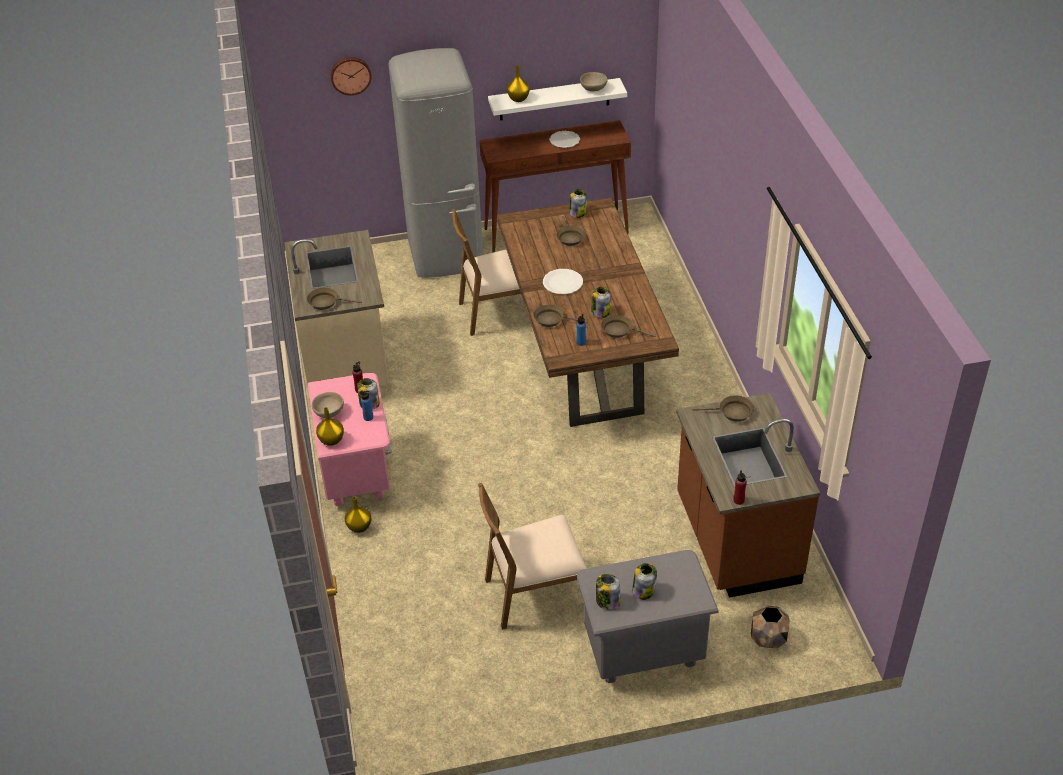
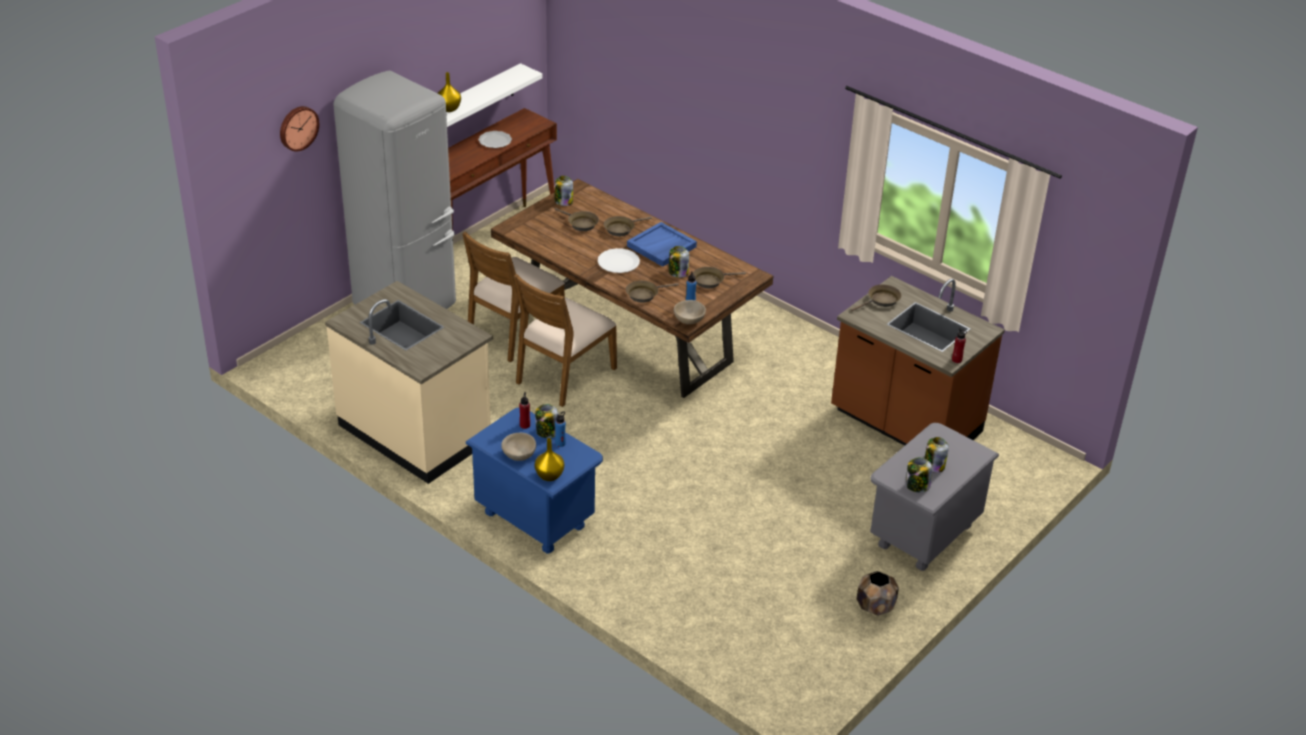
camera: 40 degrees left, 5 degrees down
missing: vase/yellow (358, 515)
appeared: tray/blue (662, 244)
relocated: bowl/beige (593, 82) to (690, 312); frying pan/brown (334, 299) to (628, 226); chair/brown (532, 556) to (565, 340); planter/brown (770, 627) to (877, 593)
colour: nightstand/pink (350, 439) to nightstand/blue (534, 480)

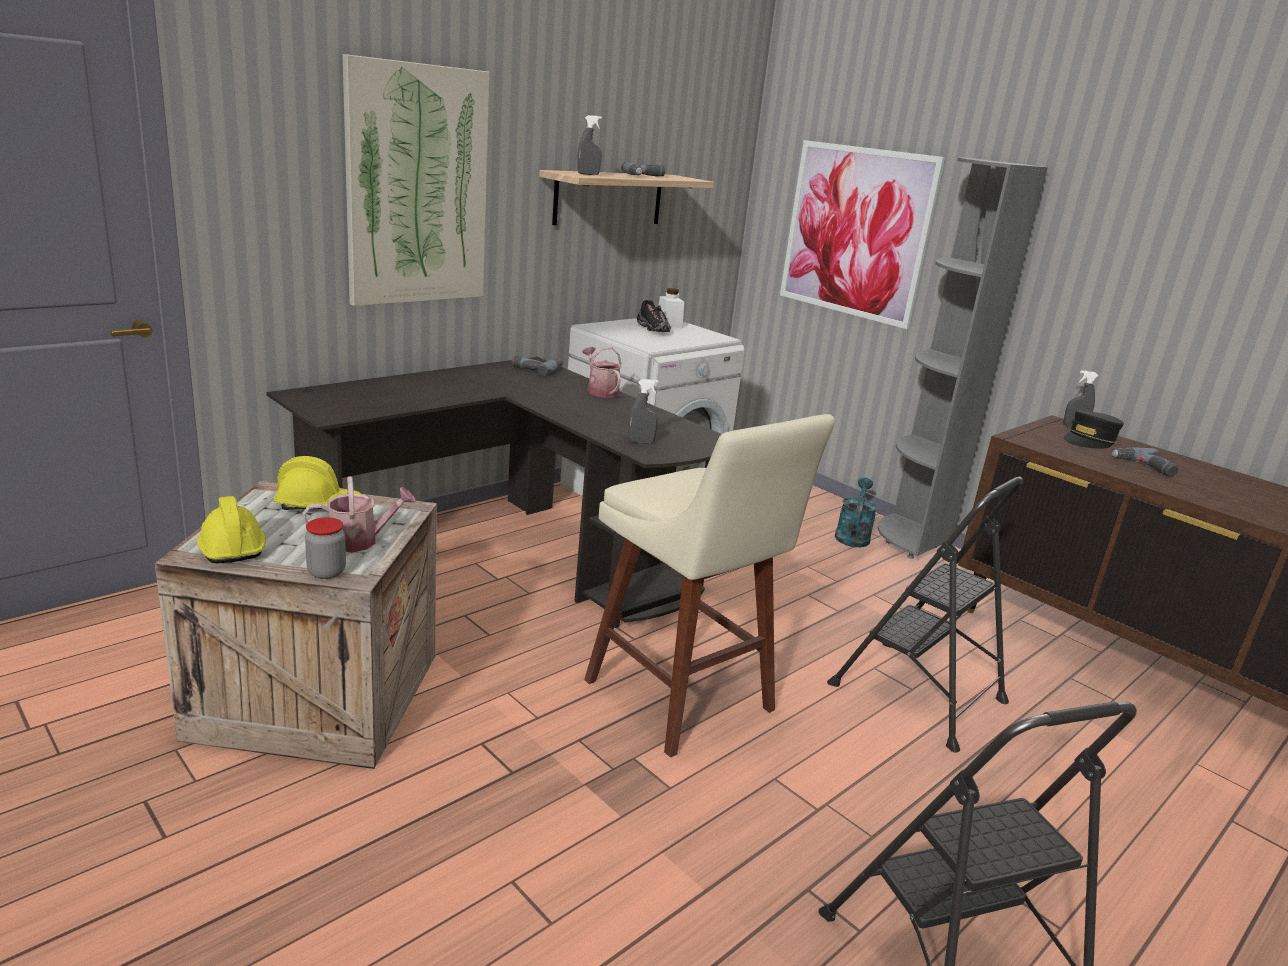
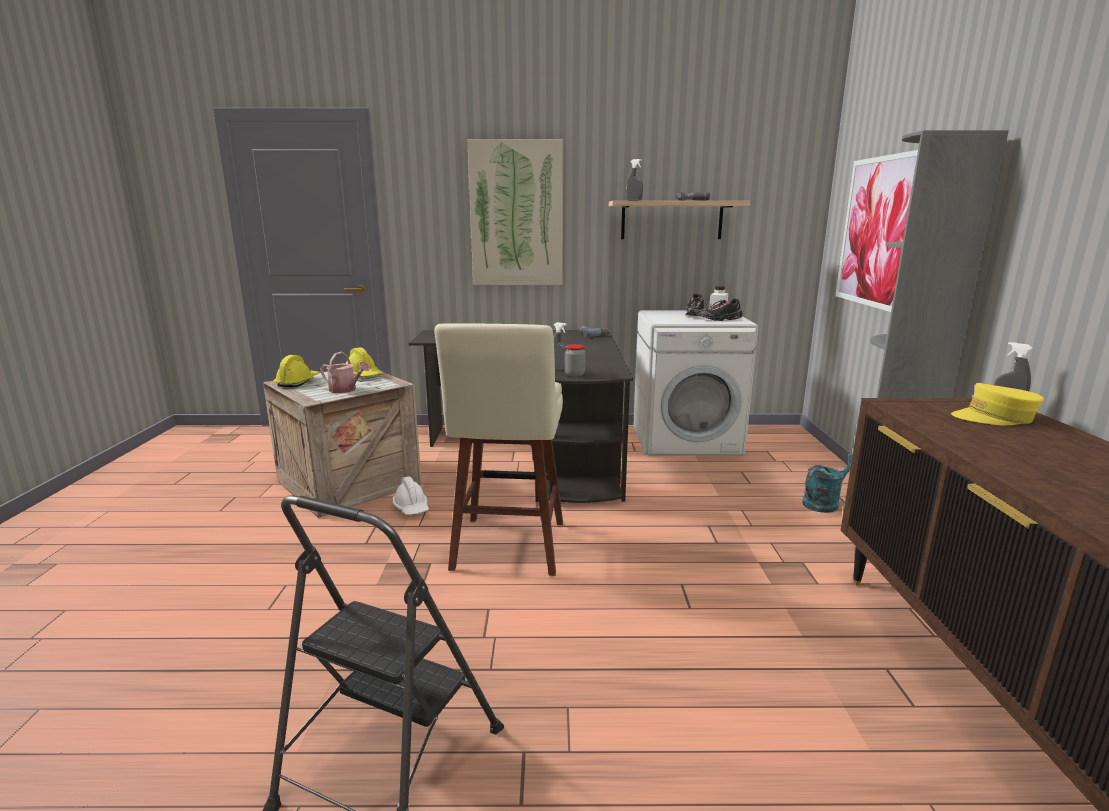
camera: 45 degrees right, 5 degrees down
missing: watering can (602, 372); power drill (1145, 462); step ladder/black (925, 615)
appeared: shoe/black (721, 310); hard hat/white (410, 495)
relocated: jar (325, 548) to (575, 360)
colour: cap/black (1094, 430) to cap/yellow (997, 404)

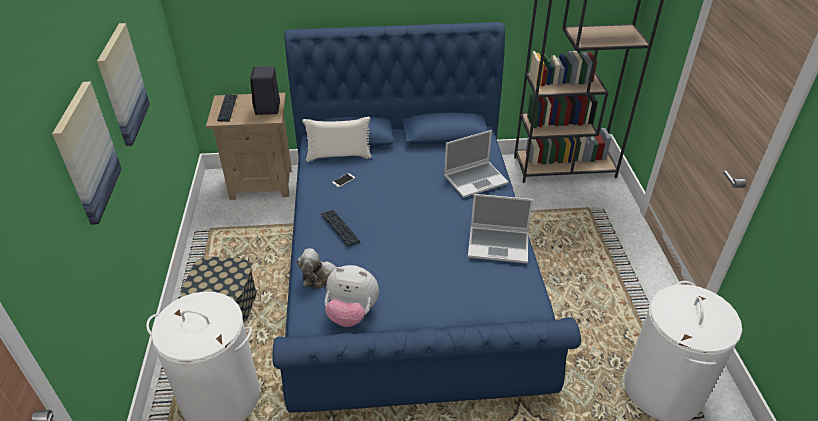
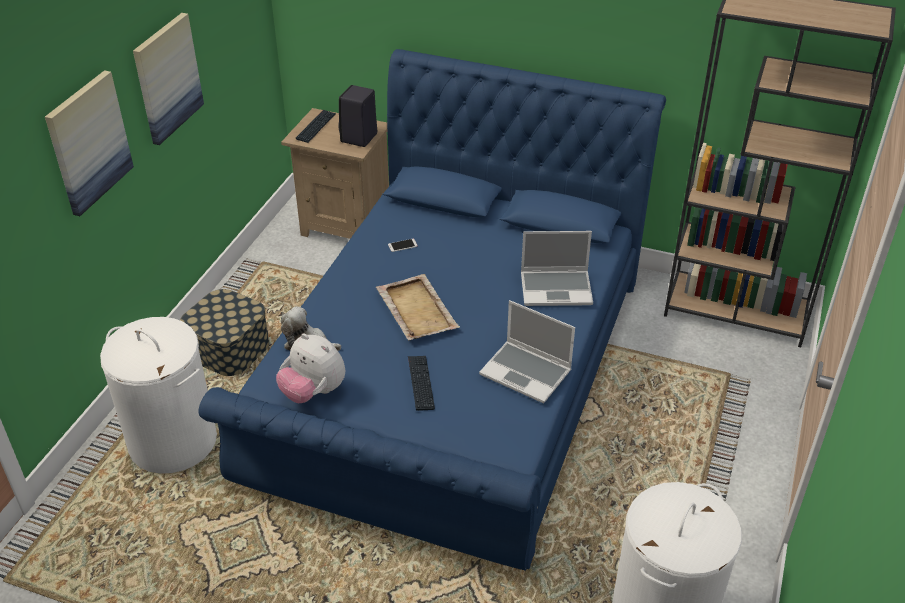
camera: 25 degrees right, 0 degrees up
missing: pillow/white (336, 139)
appeared: tray/beige (418, 307)
relocated: keyboard (340, 228) to (421, 383)

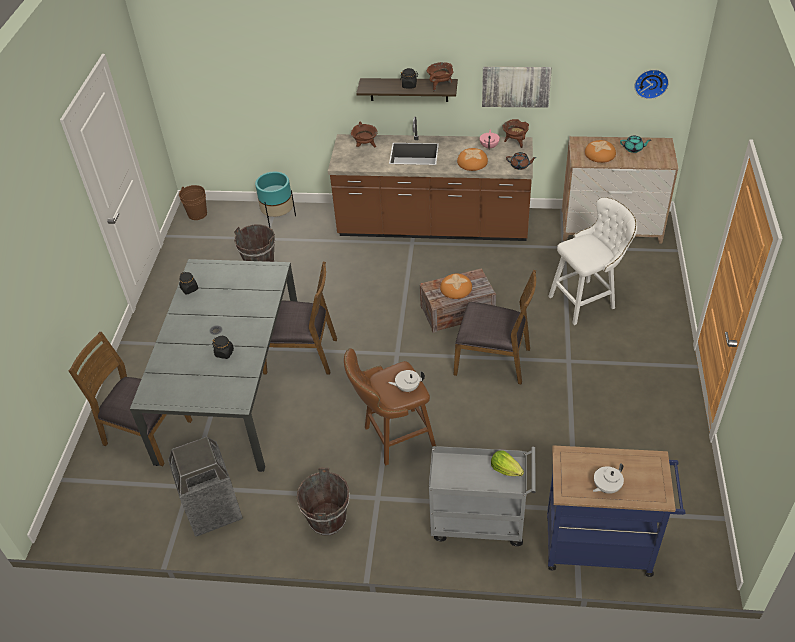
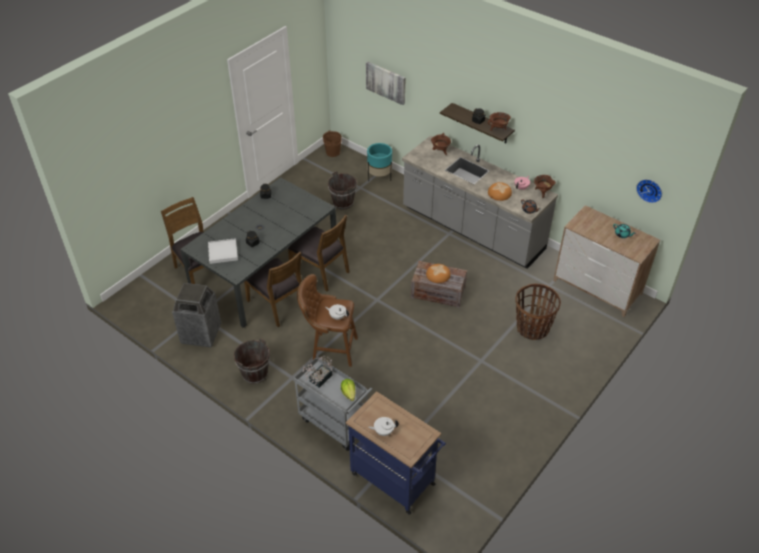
camera: 30 degrees right, 0 degrees up
missing: bread (600, 151)
appeared: tray/white (223, 251); potted plant (317, 372)
relocated: picture (517, 87) to (386, 83); chair/brown (494, 327) to (273, 289)
exchanged: stool/white (592, 261) to basket (538, 312)
colour: counter/brown (430, 179) to counter/grey (480, 202)

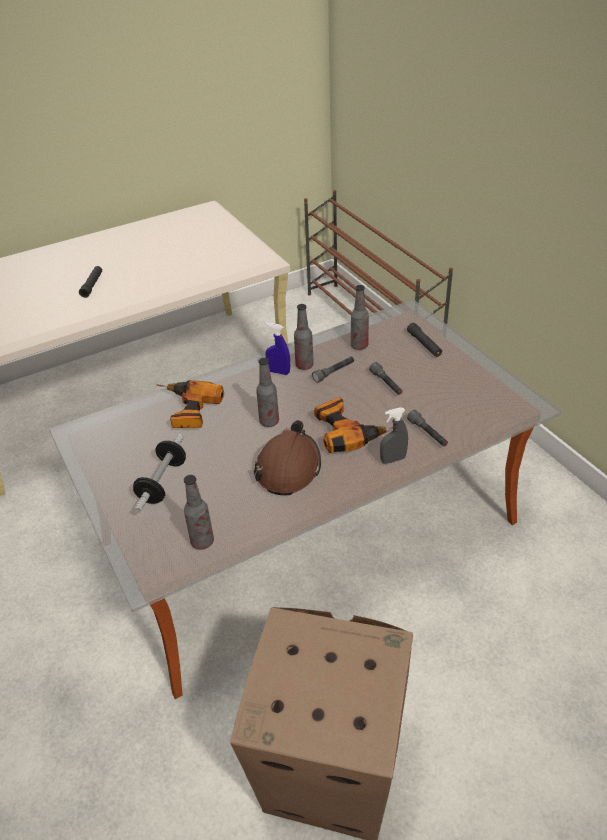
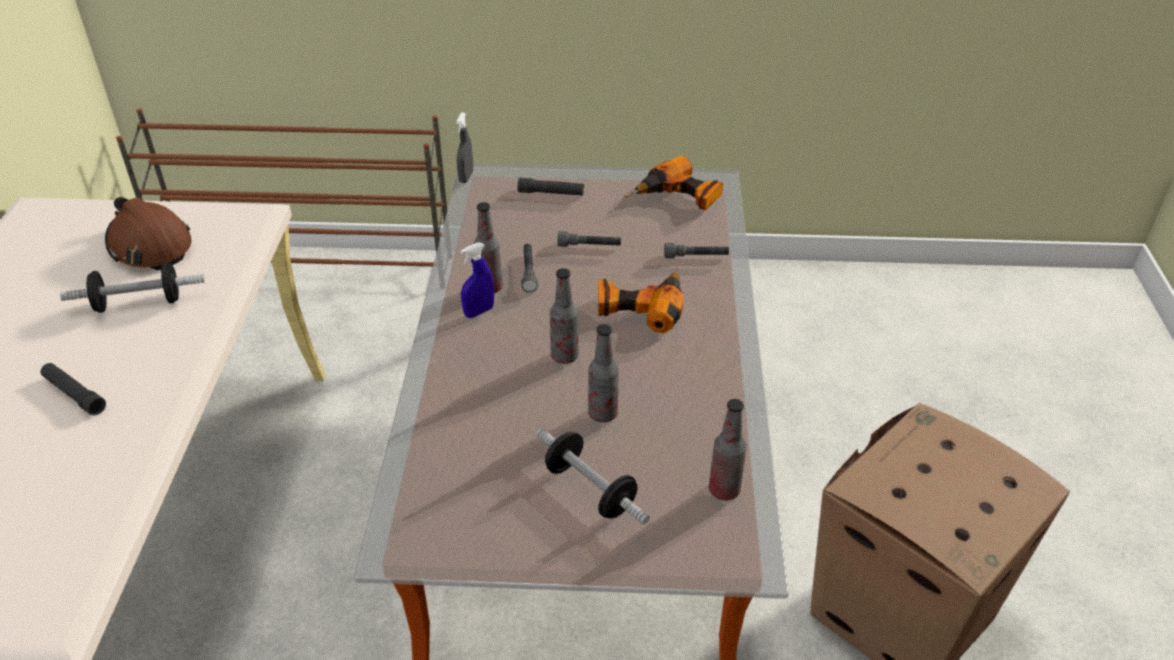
camera: 60 degrees left, 0 degrees up
appeared: dumbbell (132, 287)
relocated: bottle (360, 317) to (603, 373); power drill (190, 404) to (674, 182); spray bottle/grey (394, 435) to (464, 147); hard hat/brown (287, 457) to (148, 233)

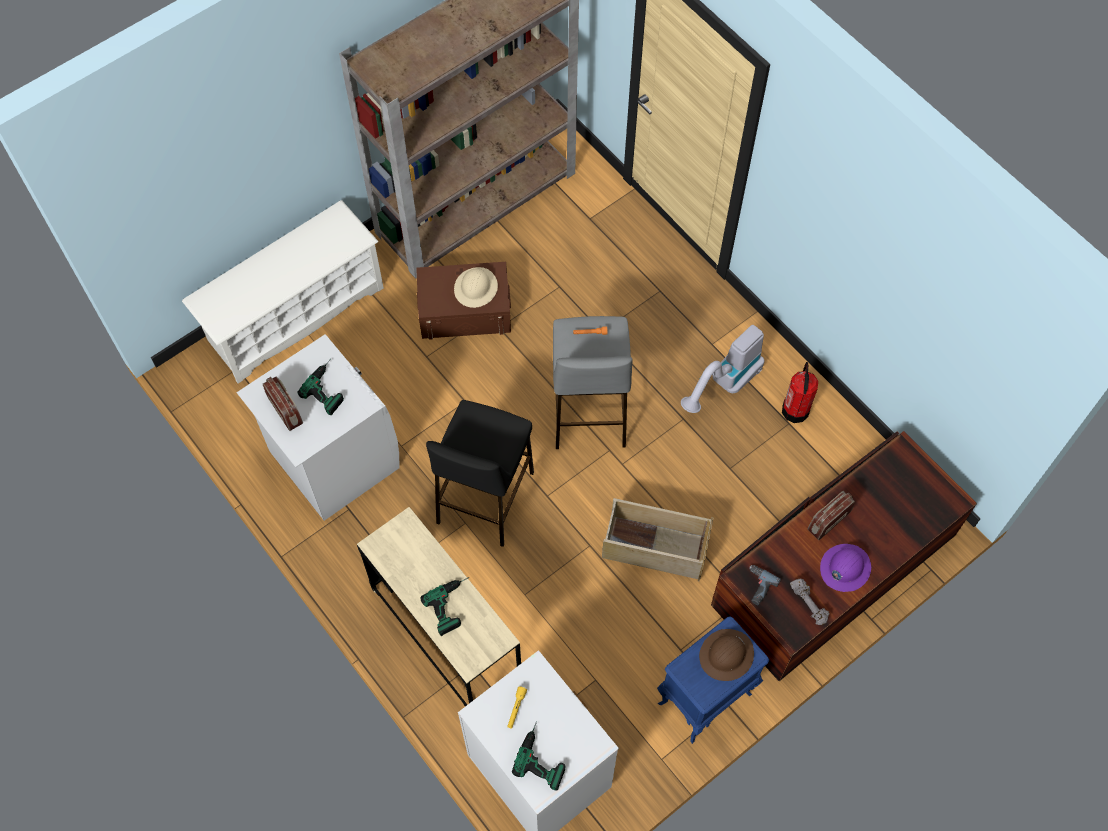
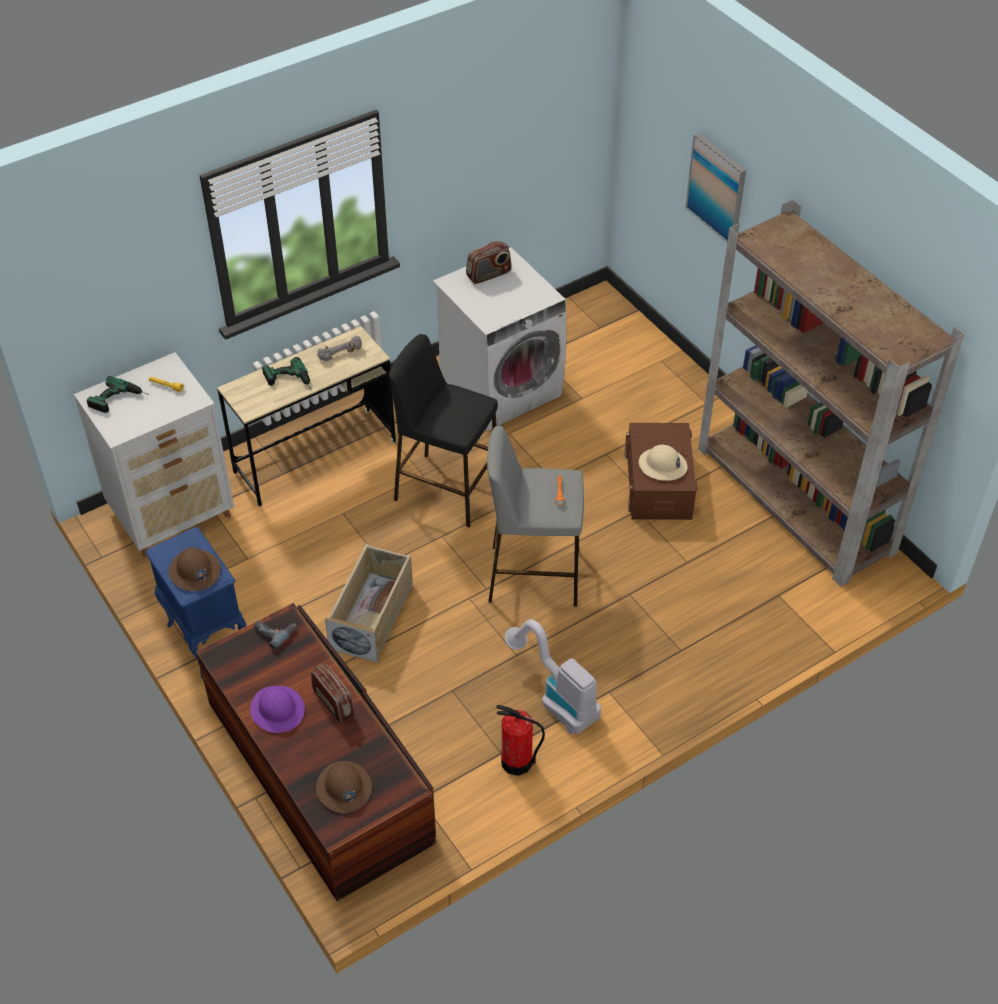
camera: 95 degrees right, 15 degrees down
missing: shoe rack/white (283, 291); power drill (320, 387)
appeared: picture (715, 188); hard hat/brown (344, 787)
relocated: dumbbell/grey (810, 601) to (339, 348)

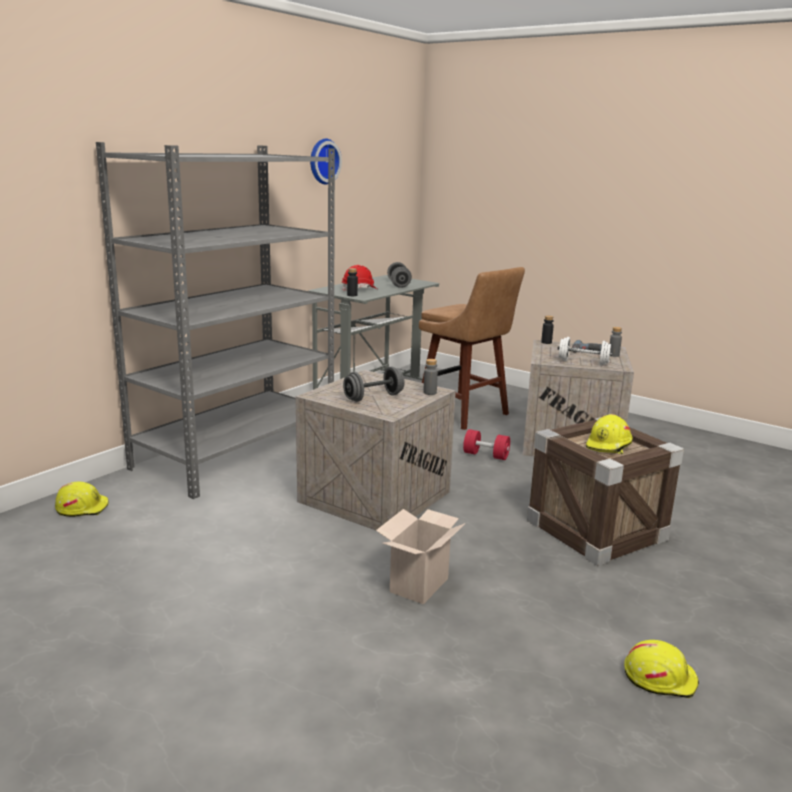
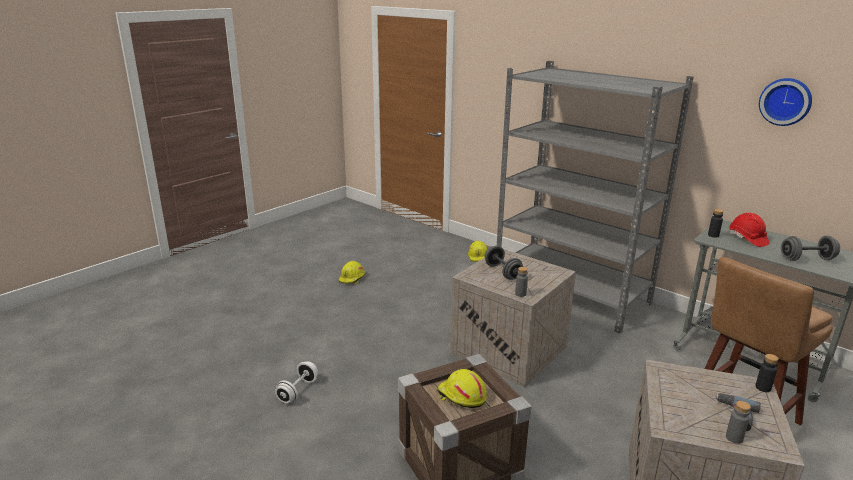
camera: 95 degrees right, 5 degrees up
missing: dumbbell/red (486, 444); cardboard box (420, 556)
relocated: dumbbell/white (585, 351) to (296, 382); hard hat/yellow (661, 669) to (352, 272)

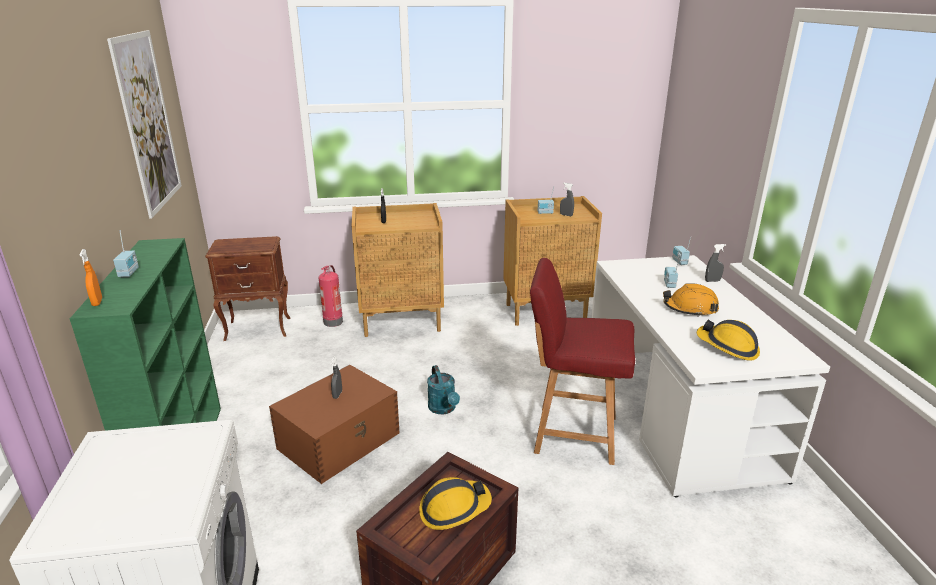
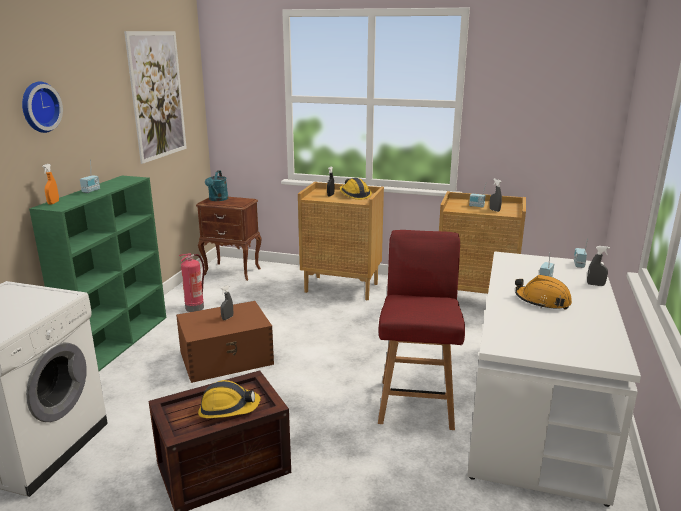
camera: 25 degrees right, 5 degrees down
appeared: wall clock (42, 107)
relocated: fire extinguisher (331, 296) to (192, 282); hard hat (728, 340) to (356, 189); watering can/turquoise (443, 389) to (216, 185)
spun: chair/red (582, 361) = (421, 330) 60 degrees clockwise

